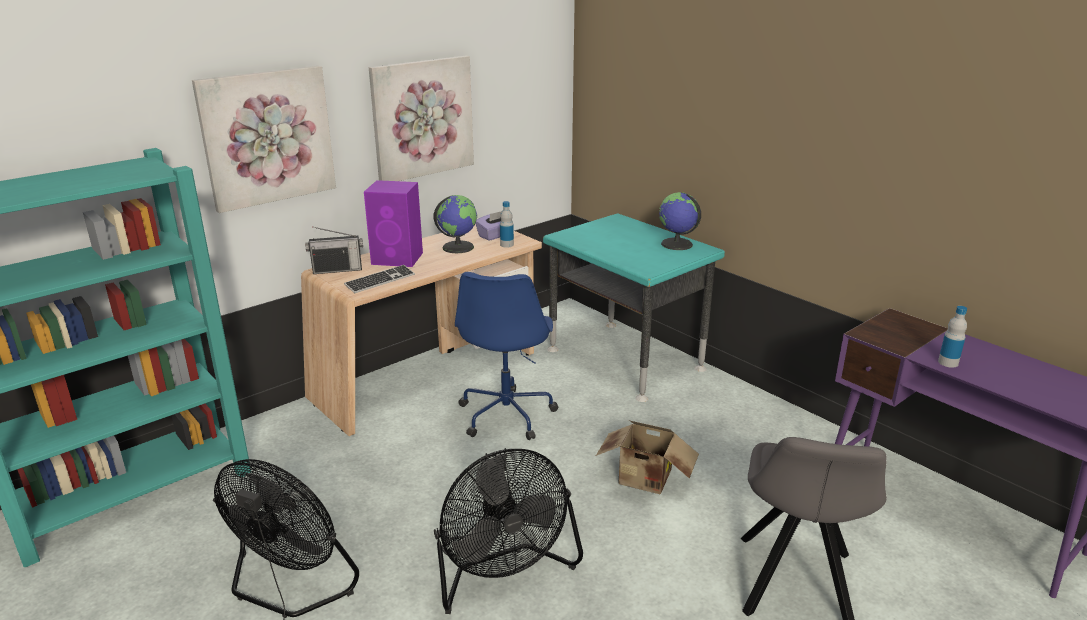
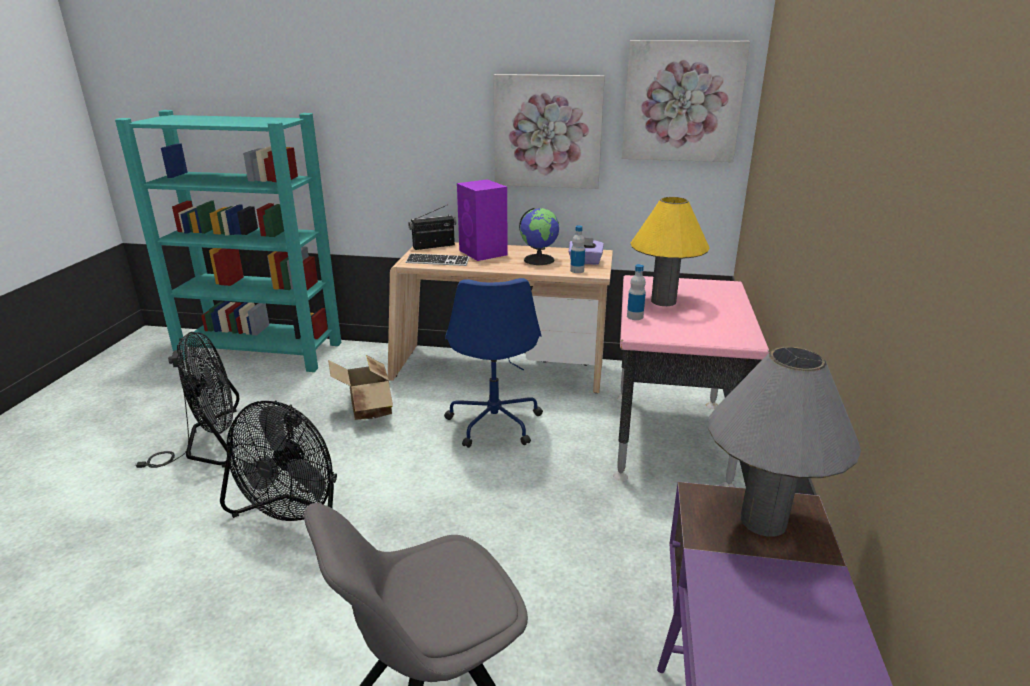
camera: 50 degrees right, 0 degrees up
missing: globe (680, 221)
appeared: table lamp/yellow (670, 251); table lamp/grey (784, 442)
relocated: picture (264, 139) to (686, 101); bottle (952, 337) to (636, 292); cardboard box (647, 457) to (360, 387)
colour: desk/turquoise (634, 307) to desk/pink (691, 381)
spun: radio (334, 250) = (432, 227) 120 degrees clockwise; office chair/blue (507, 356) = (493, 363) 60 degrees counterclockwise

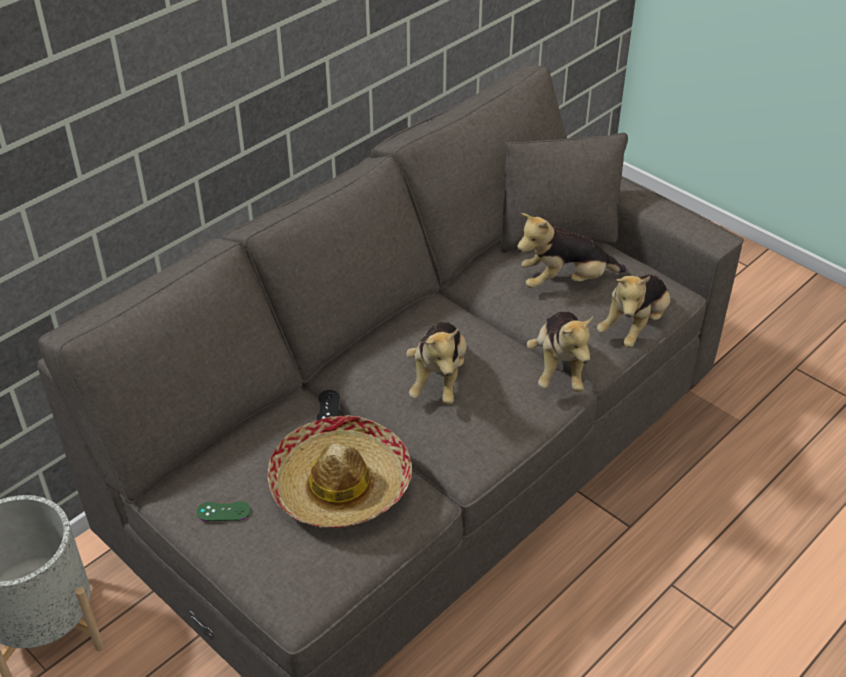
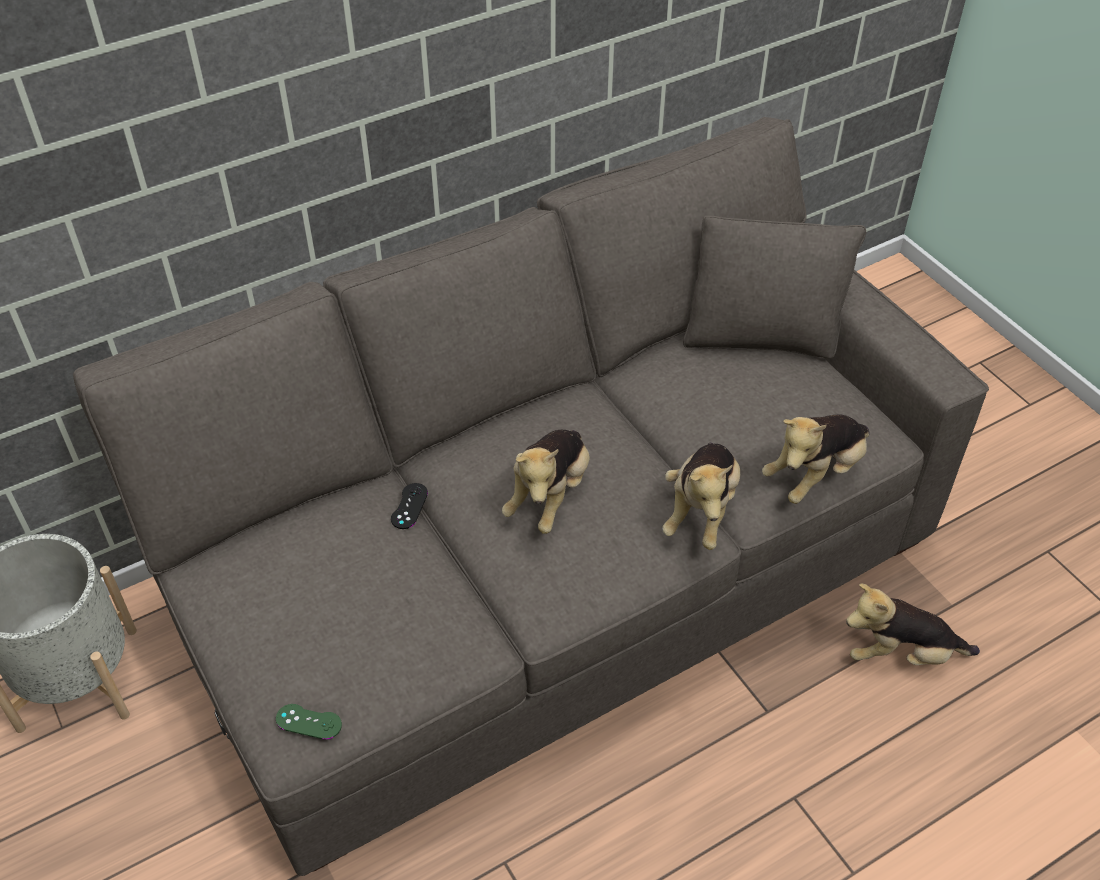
camera: 15 degrees right, 5 degrees up
missing: hat (340, 471)
relocated: plush toy (572, 250) to (913, 624); game controller/green (223, 511) to (309, 721)

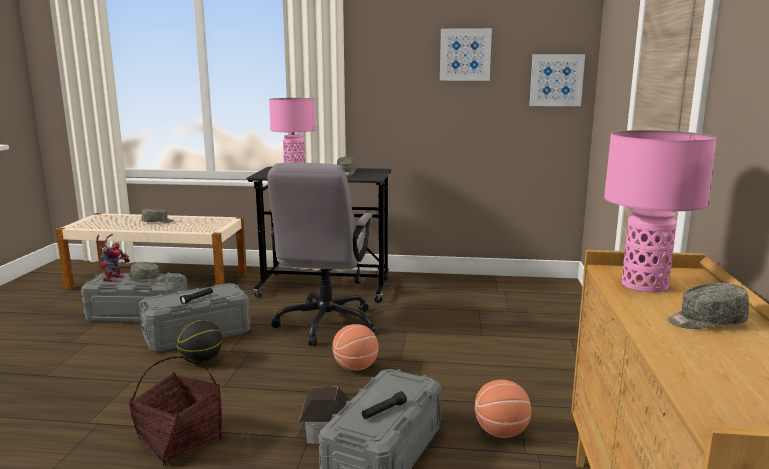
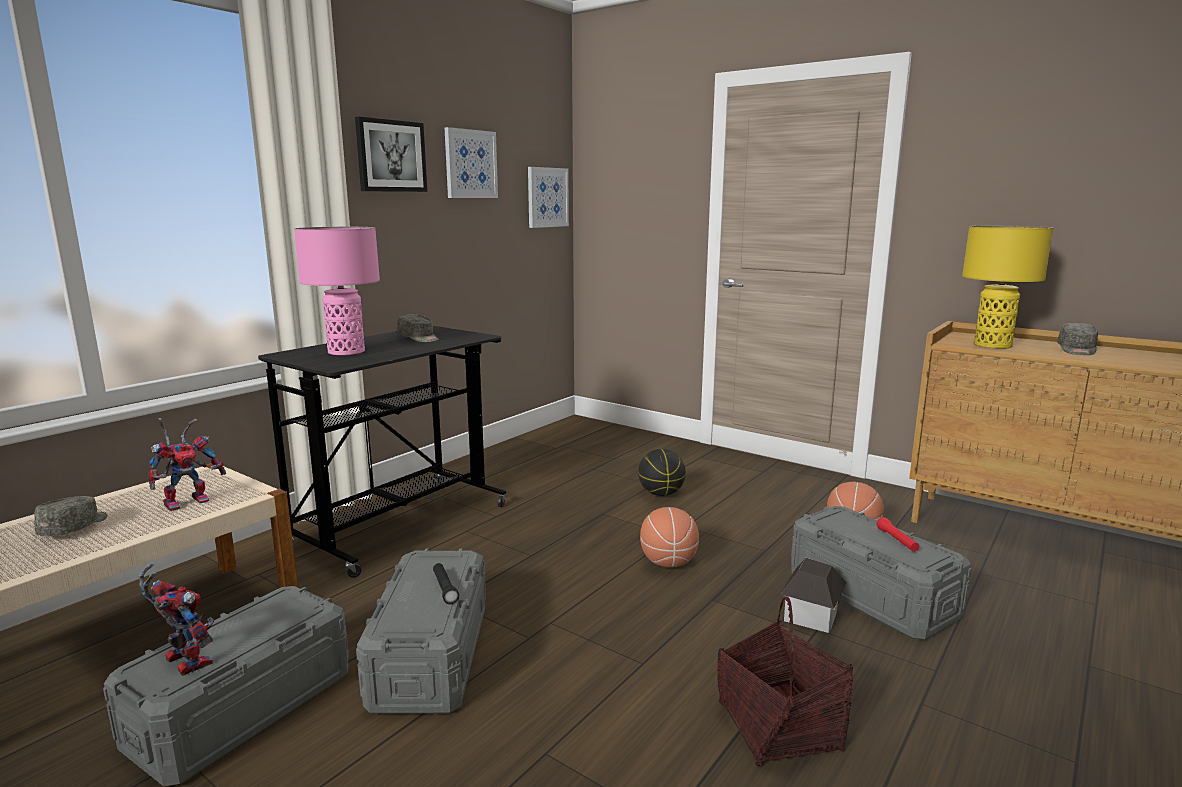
camera: 60 degrees left, 0 degrees up
missing: office chair/grey (321, 254); cap/grey (147, 272)
appeared: picture (391, 154); toy robot (187, 464)
relocated: basketball (199, 341) to (662, 472)
colour: table lamp/pink (660, 211) to table lamp/yellow (1007, 287); flashlight/black (384, 405) to flashlight/red (898, 534)

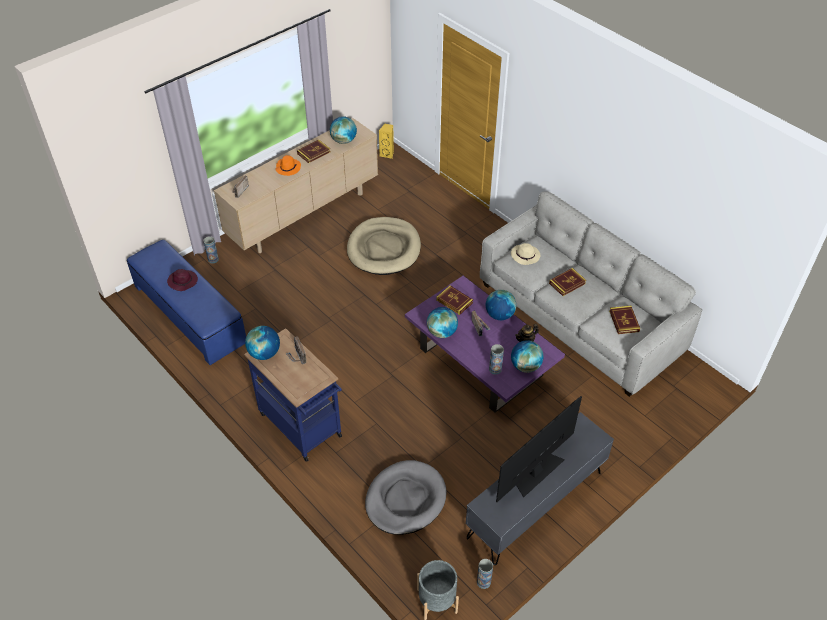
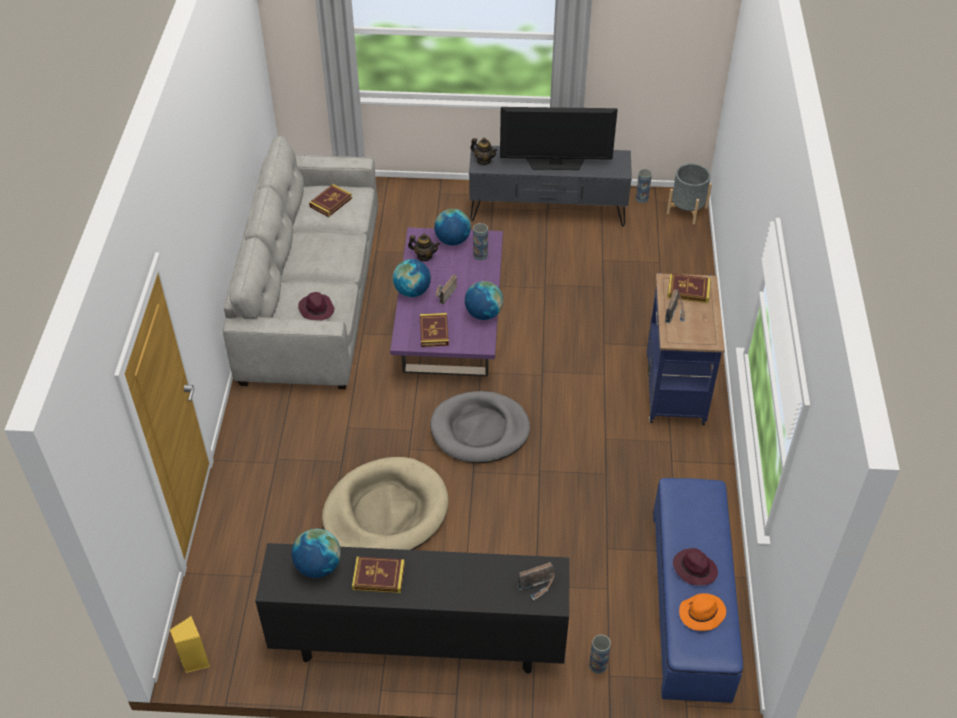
camera: 135 degrees left, 0 degrees up
missing: globe (262, 343)
appeared: teapot (483, 151)
relocated: hat/orange (288, 165) to (702, 612); book (567, 282) to (689, 288); dog bed/grey (406, 497) to (480, 427)
colour: cabinet/beige (296, 185) to cabinet/black (412, 608); hat/beige (525, 254) to hat/purple (316, 306)

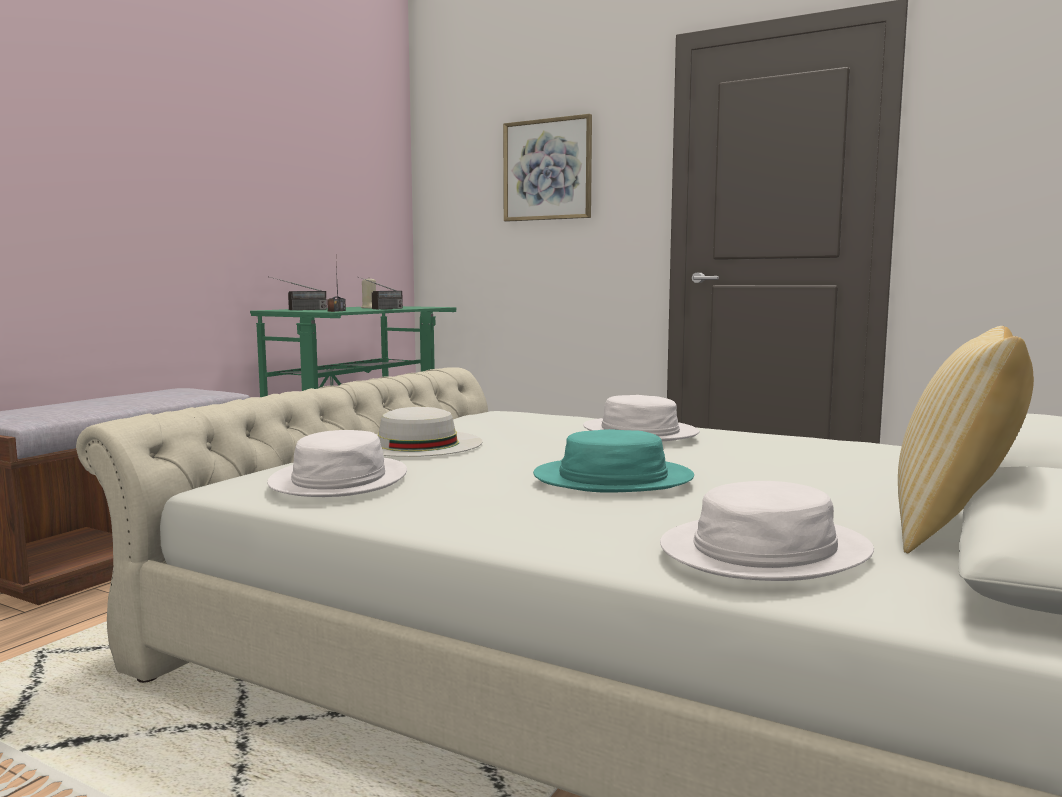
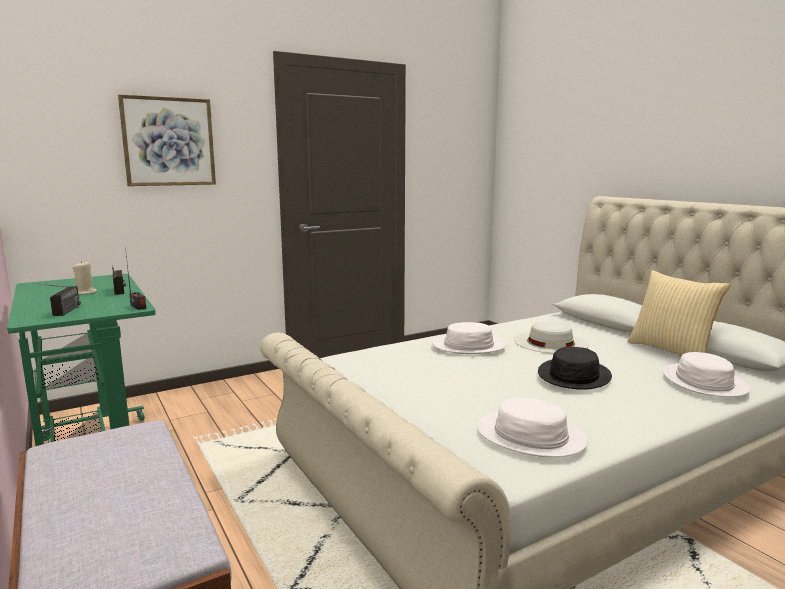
camera: 60 degrees left, 5 degrees up
relocated: hat/white (429, 432) to (551, 337)
colour: hat/turquoise (613, 461) to hat/black (575, 368)

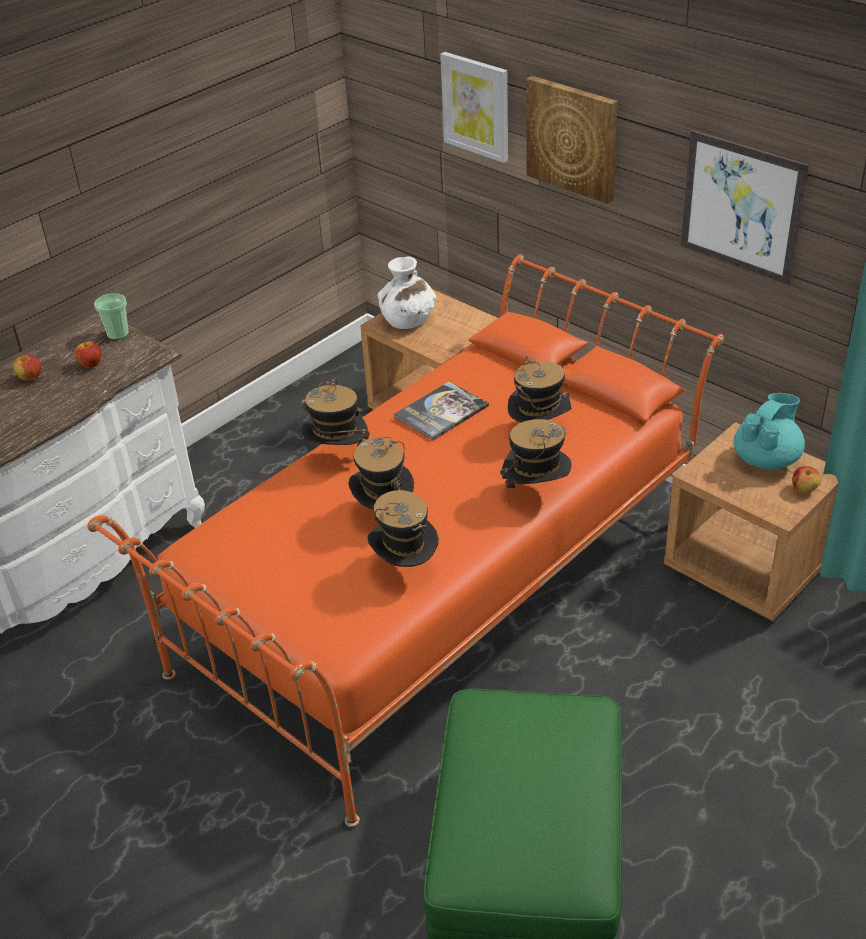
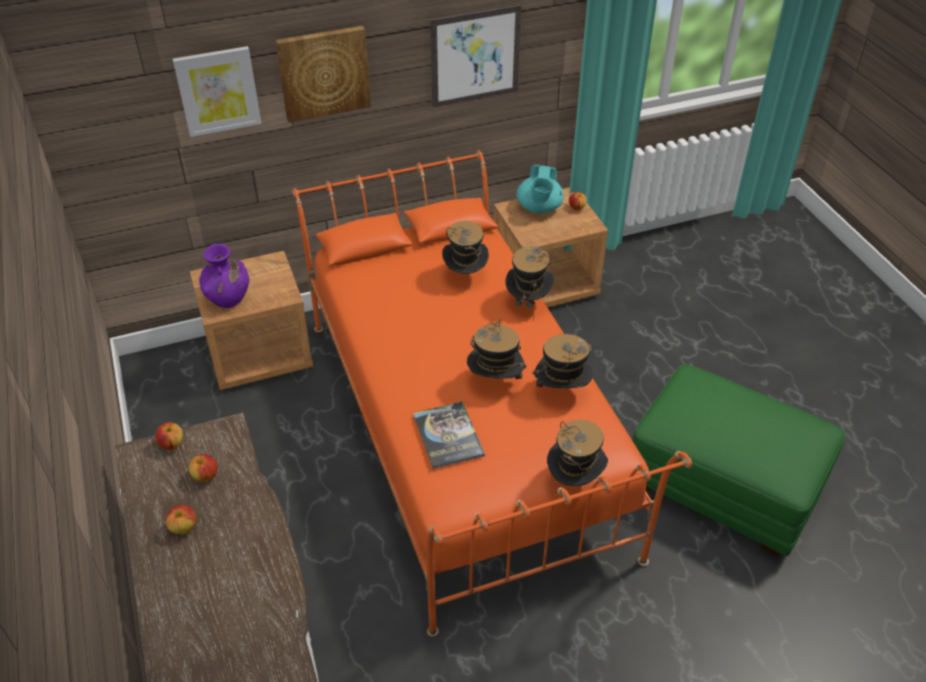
camera: 65 degrees left, 5 degrees up
relocated: hat (335, 412) to (577, 453); book (441, 410) to (449, 435)
exchanged: cup (111, 316) to apple (169, 436)
colour: vase/white (407, 293) to vase/purple (224, 275)
spun: teapot/turquoise (769, 431) = (540, 189) 150 degrees counterclockwise

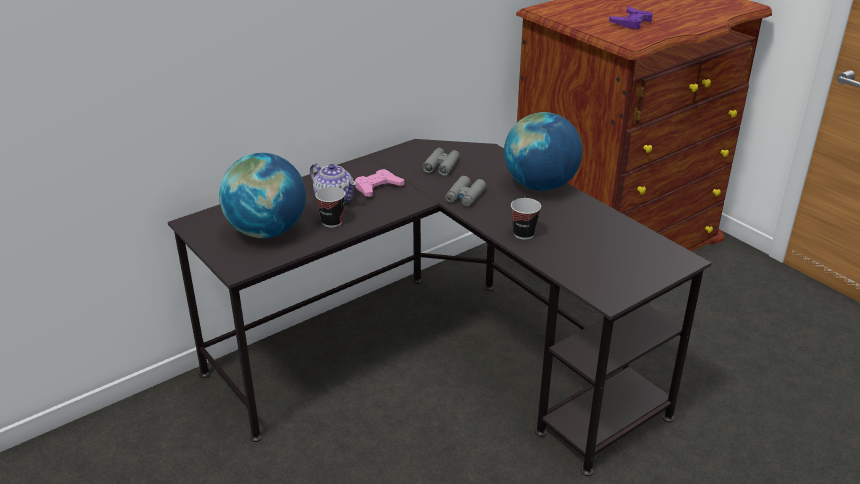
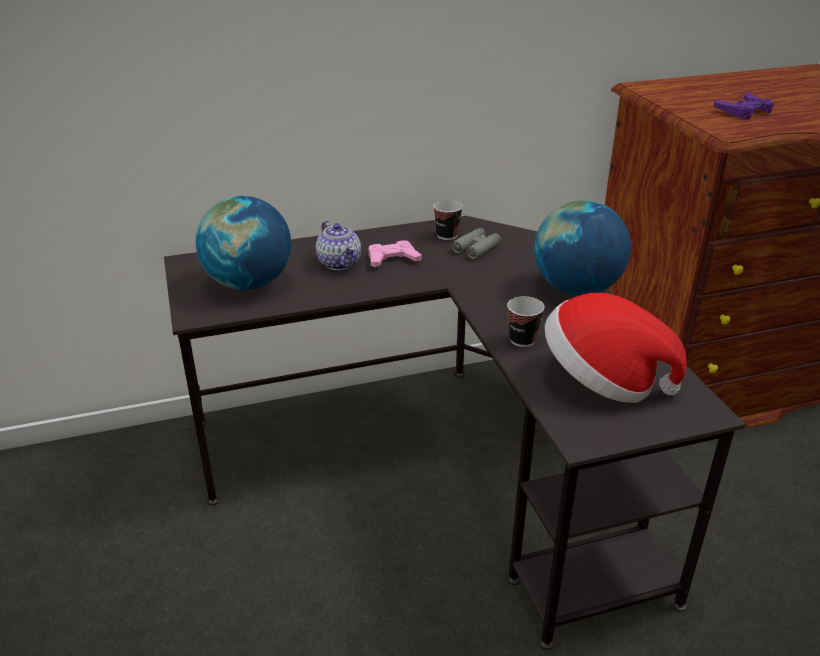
camera: 20 degrees right, 0 degrees up
missing: binoculars/grey (465, 191)
appeared: hat (616, 348)
relocated: cup (330, 207) to (448, 219)

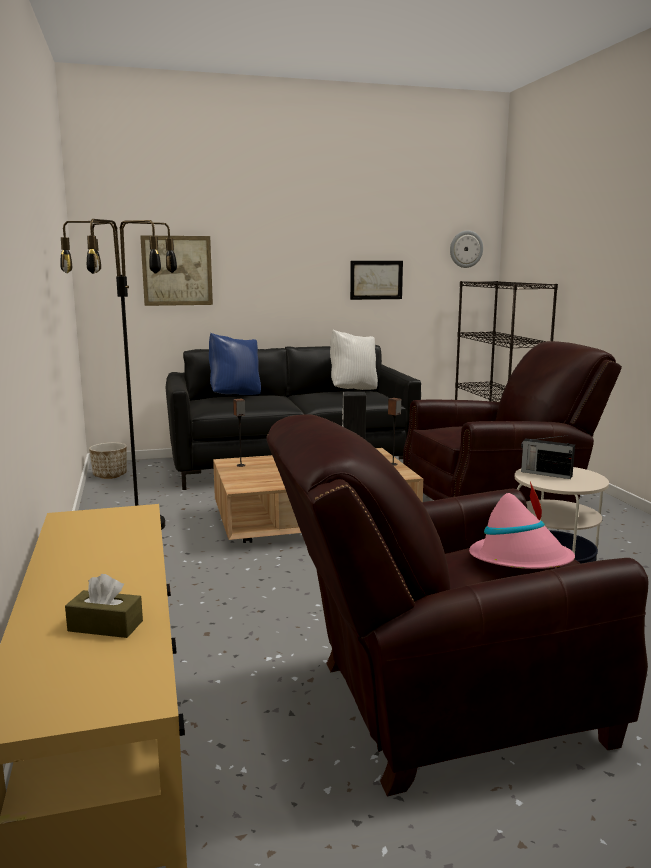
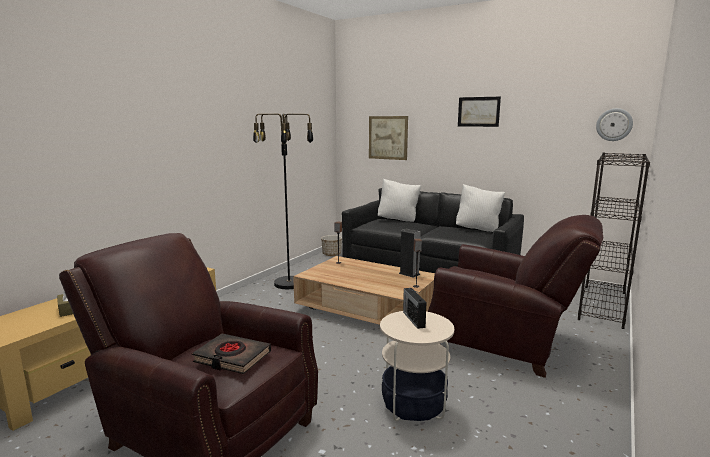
camera: 45 degrees right, 0 degrees up
relocated: picture (376, 280) to (479, 112)
exchanged: hat/pink (522, 525) to book/black (231, 353)
colour: pillow/blue (235, 364) to pillow/white (399, 200)

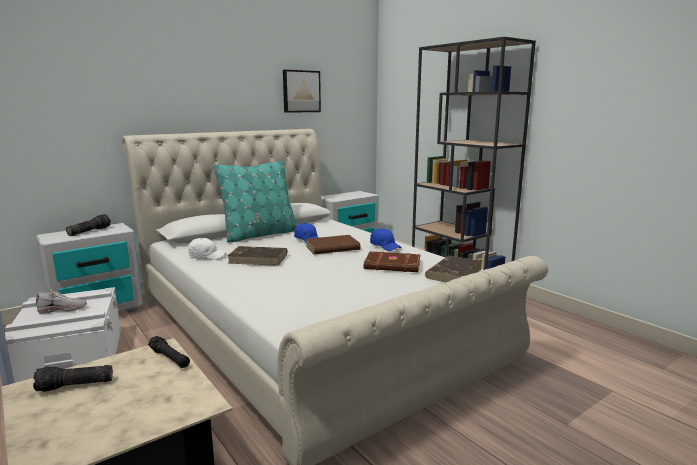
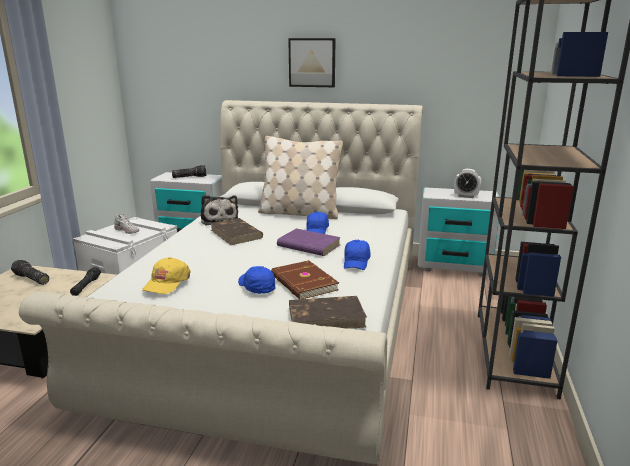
camera: 50 degrees right, 5 degrees up
appeared: alarm clock (467, 183); cap/yellow (166, 275); cap/blue (256, 280)
relocated: picture (302, 91) to (312, 62)
exchanged: cap/white (207, 249) to plush toy (219, 210)
colour: pillow/turquoise (255, 202) to pillow/beige (300, 177); book/brown (333, 244) to book/purple (309, 242)

